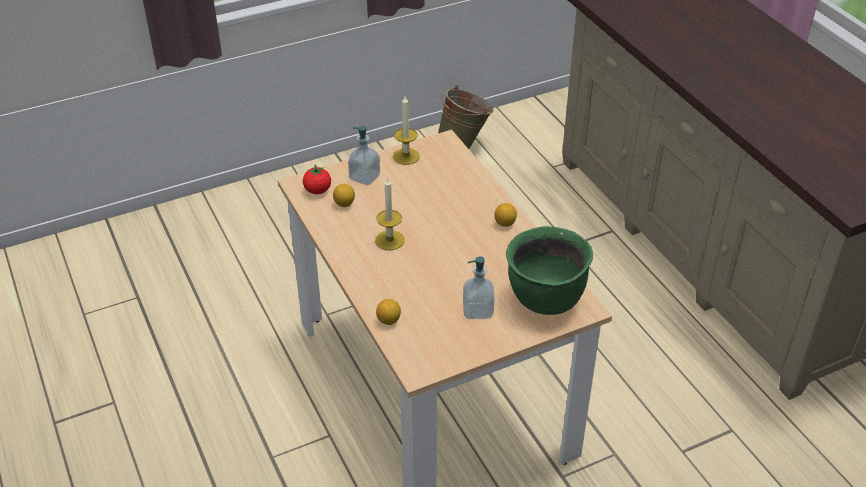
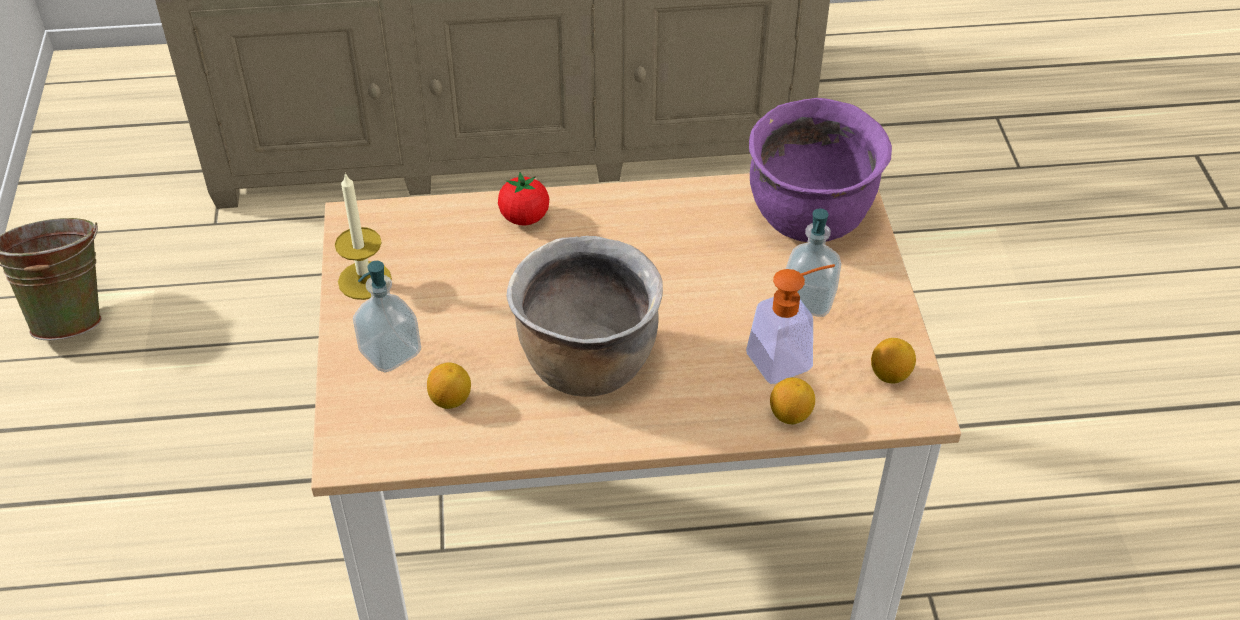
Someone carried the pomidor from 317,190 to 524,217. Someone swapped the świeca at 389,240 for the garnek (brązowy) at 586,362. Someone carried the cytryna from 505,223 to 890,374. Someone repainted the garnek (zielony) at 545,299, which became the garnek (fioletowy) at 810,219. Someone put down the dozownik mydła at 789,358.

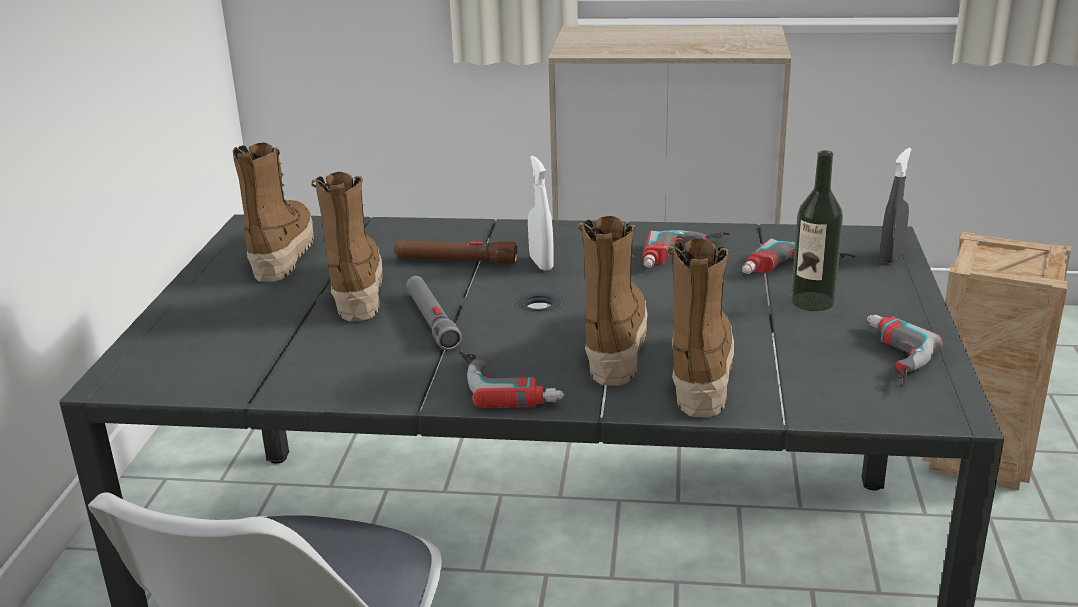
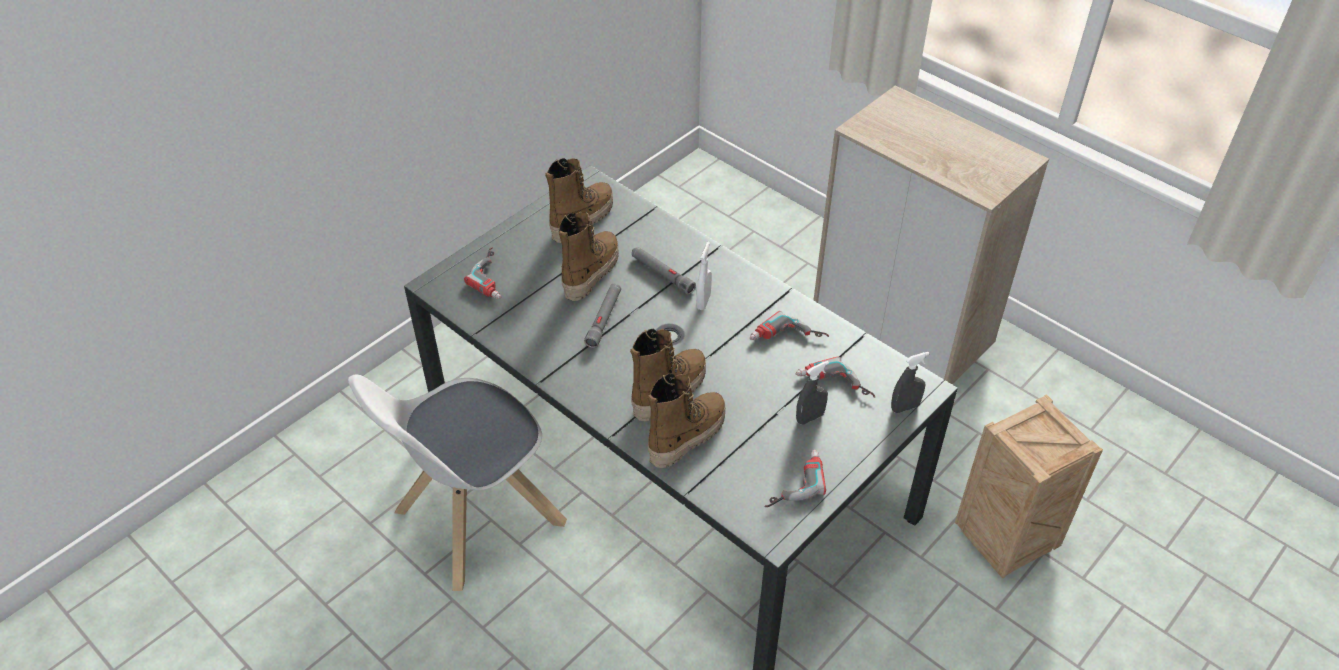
Someone swapped the butelka at 812,301 for the spryskiwacz (szary) at 810,417. Someone repainted the latarka (brązowy) at 455,261, which became the latarka (szary) at 662,274. Someone carried the wiertarka from 510,383 to 495,277.

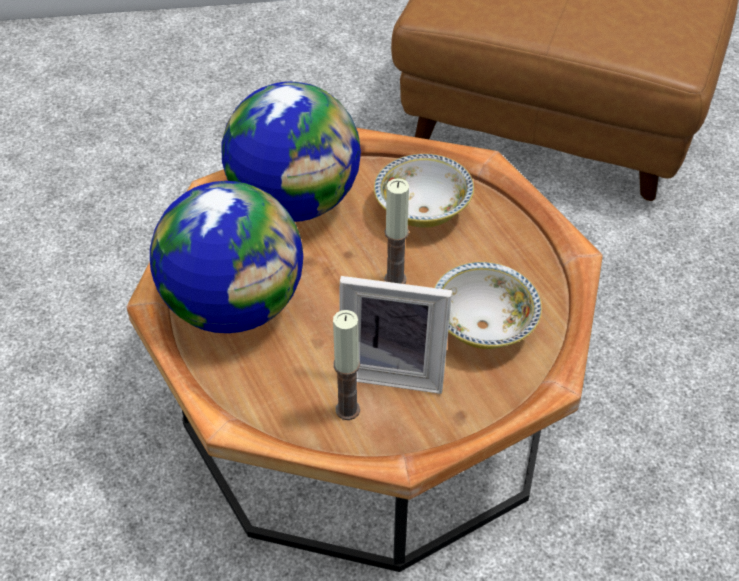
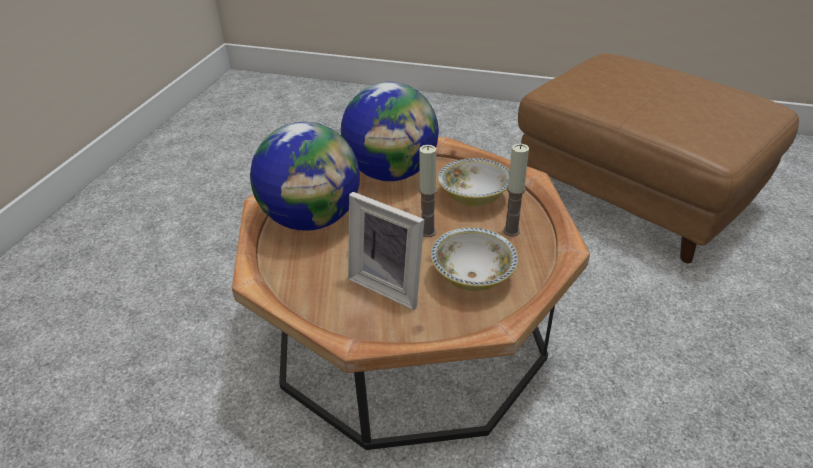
Someone carried the świeca from 347,409 to 511,231.

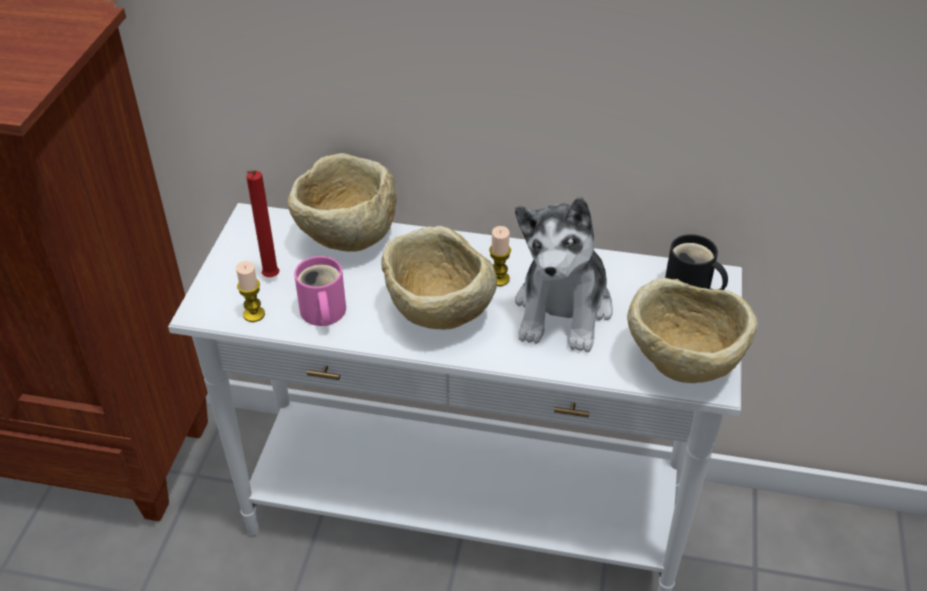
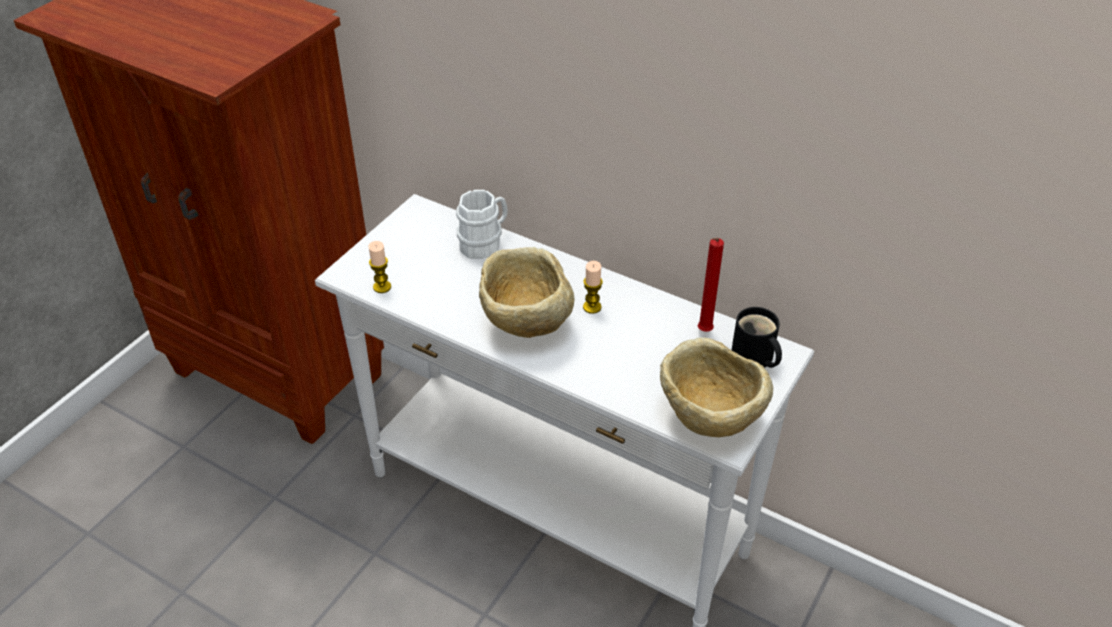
Someone swapped the miska (beżowy) at 347,238 for the kubek (biały) at 485,242. Someone carried the świeca (czerwony) from 270,279 to 703,332. Someone took away the pluszak at 563,309. Someone took away the kubek (różowy) at 322,313.

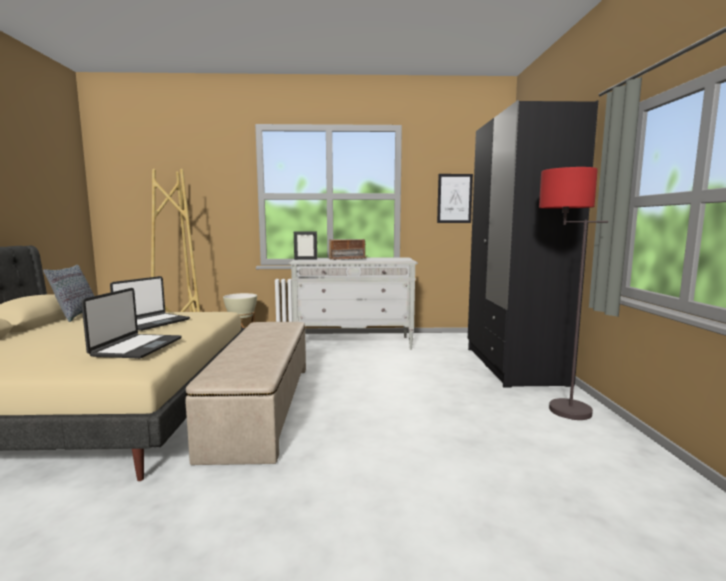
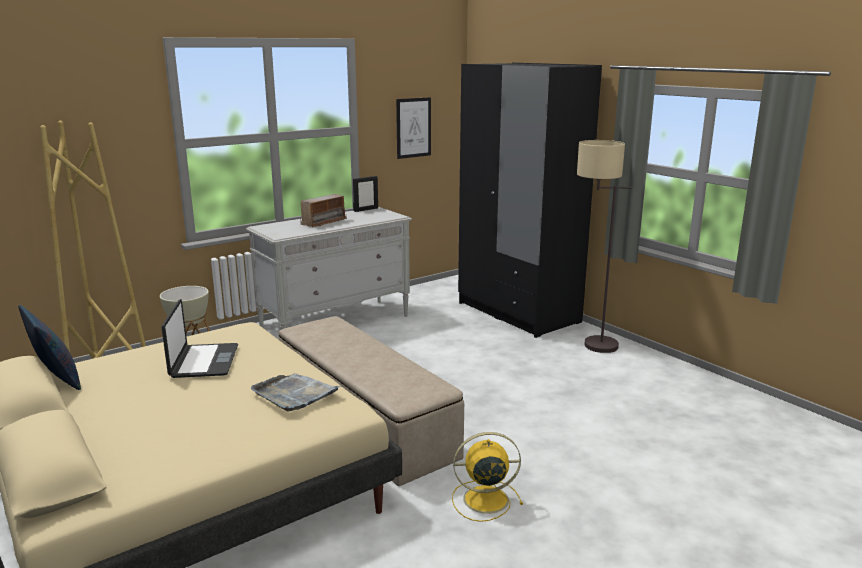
Someone repainted the lampa stojąca (czerwony) at 557,408, which became the lampa stojąca (beżowy) at 590,345. Someone carried the ramka na zdjęcie from 305,259 to 365,209. Someone repainted the poduszka (szary) at 77,316, which became the poduszka (niebieski) at 56,379. Someone swapped the laptop at 136,347 for the taca (szary) at 294,394. Someone put down the wentylator (żółty) at 483,499.

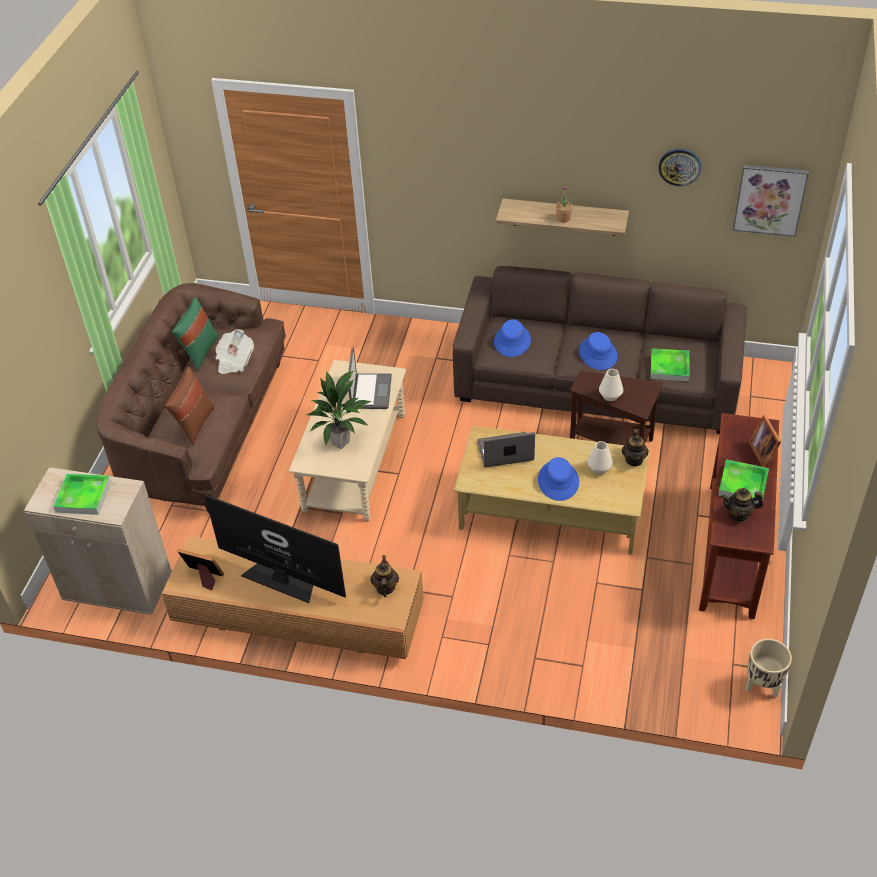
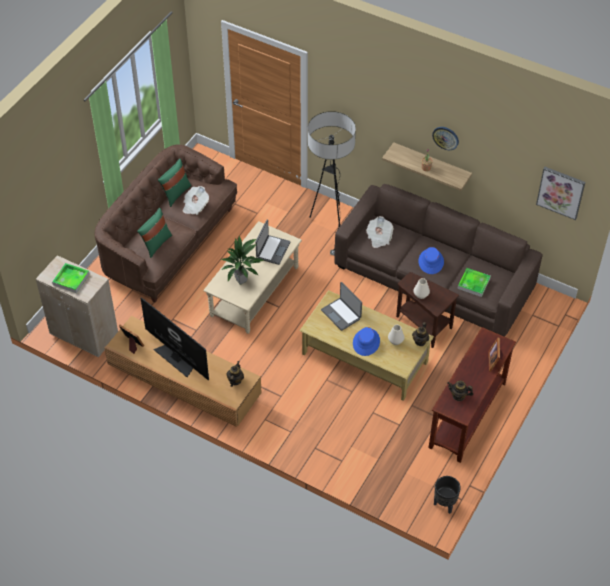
Someone carried the zegar ścienny from 679,166 to 445,137. Someone swapped the kapelusz (niebieski) at 512,341 for the gazeta at 379,237. Someone repainted the poduszka (brązowy) at 194,424, which became the poduszka (zielony) at 156,244. Someone rotated the laptop at 505,452 by 135 degrees counterclockwise. Someone took away the taca at 743,484. Someone repainted the donica (beżowy) at 762,687, which became the donica (czarny) at 444,505. Someone put down the lampa stojąca at 330,221.

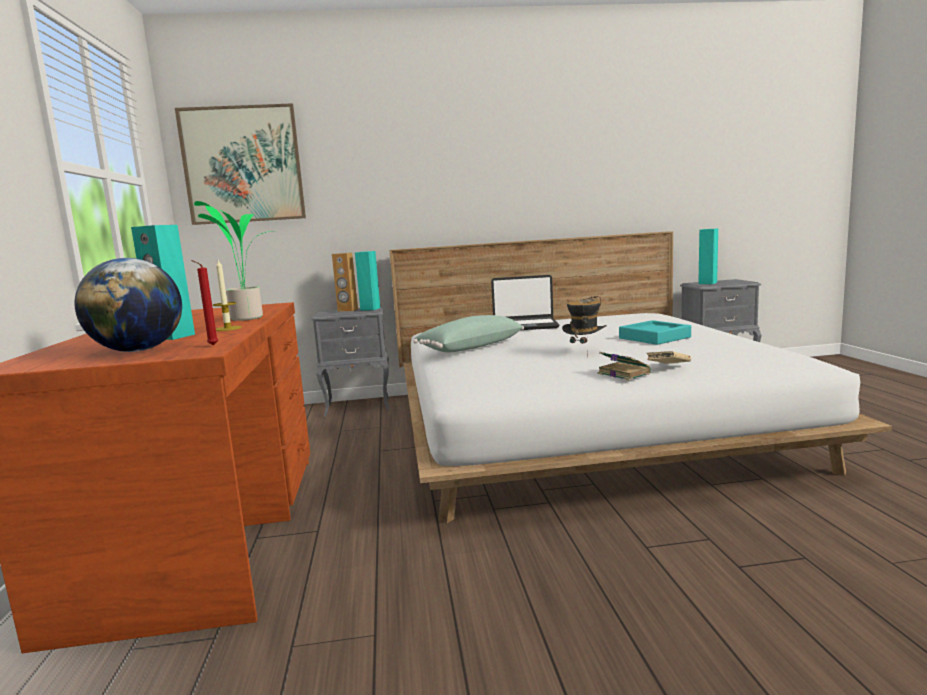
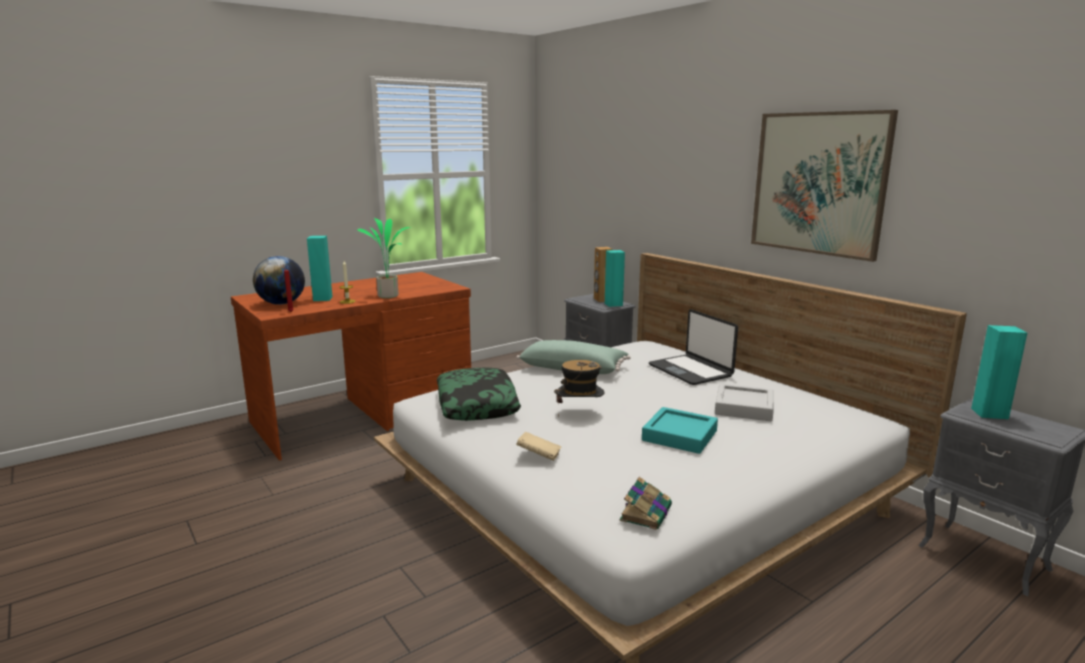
Someone carried the obraz from 243,165 to 818,183. Someone carried the książka from 622,373 to 646,513. Someone put down the poduszka at 477,404. Someone put down the taca (szary) at 744,408.

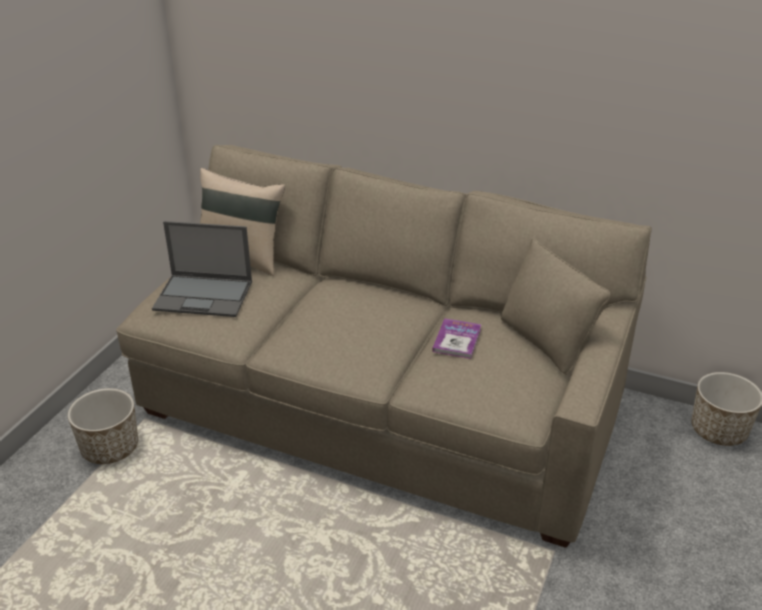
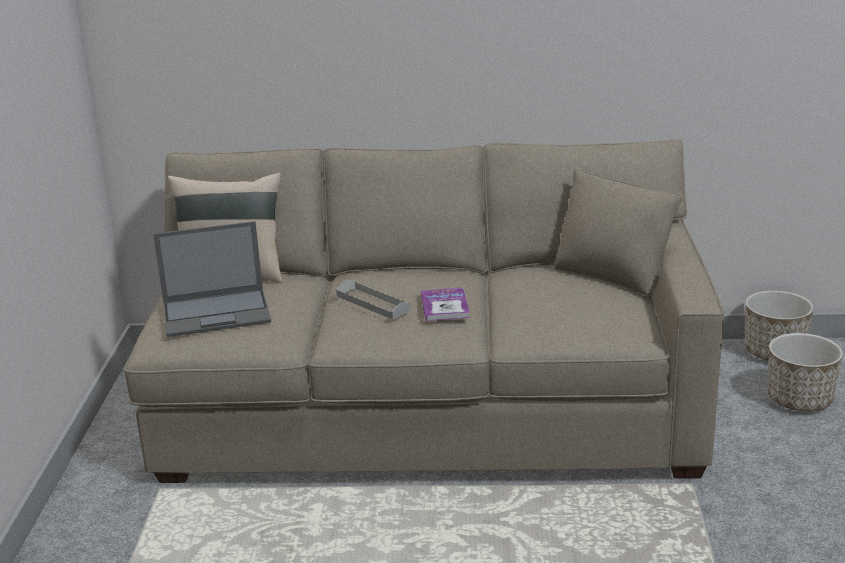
Someone carried the książka from 457,340 to 444,306. Someone carried the donica from 110,448 to 799,400. Someone put down the taca (szary) at 373,303.

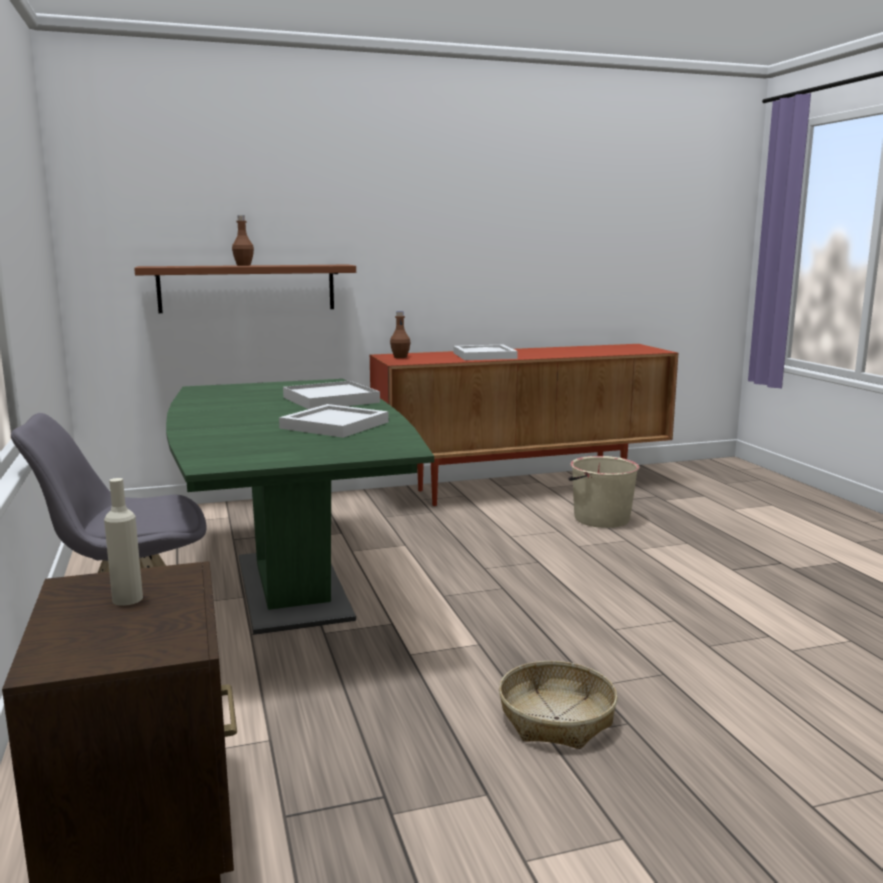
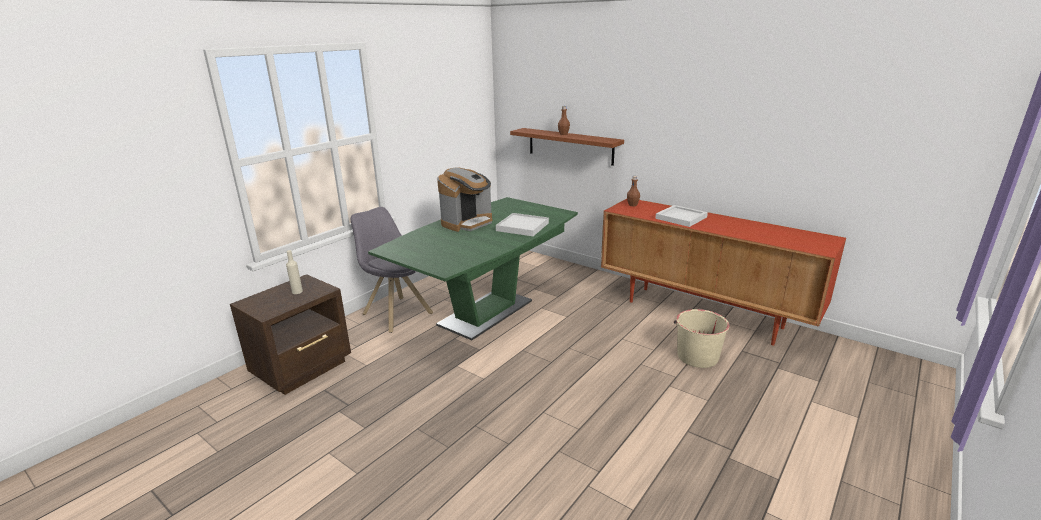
Someone took away the taca (biały) at 335,425. Someone took away the koszyk at 556,719. Someone put down the ekspres do kawy at 467,223.

